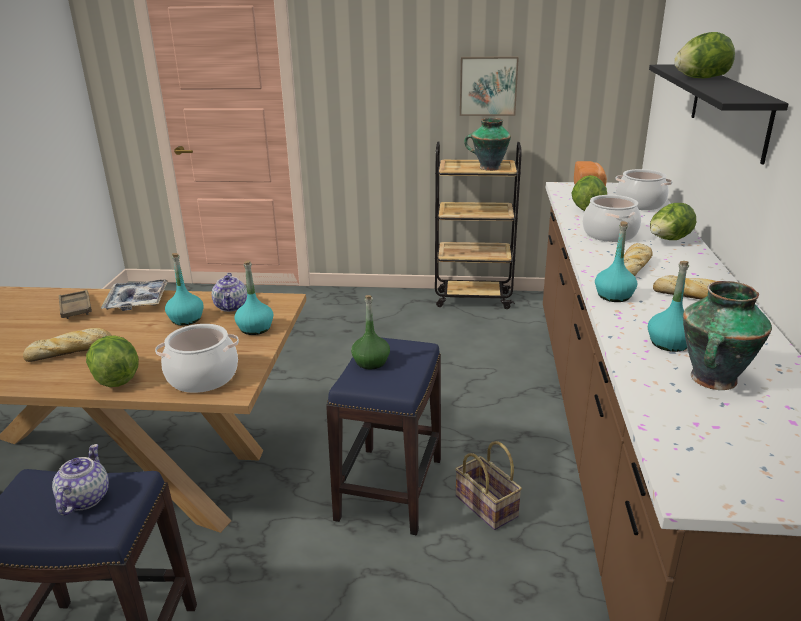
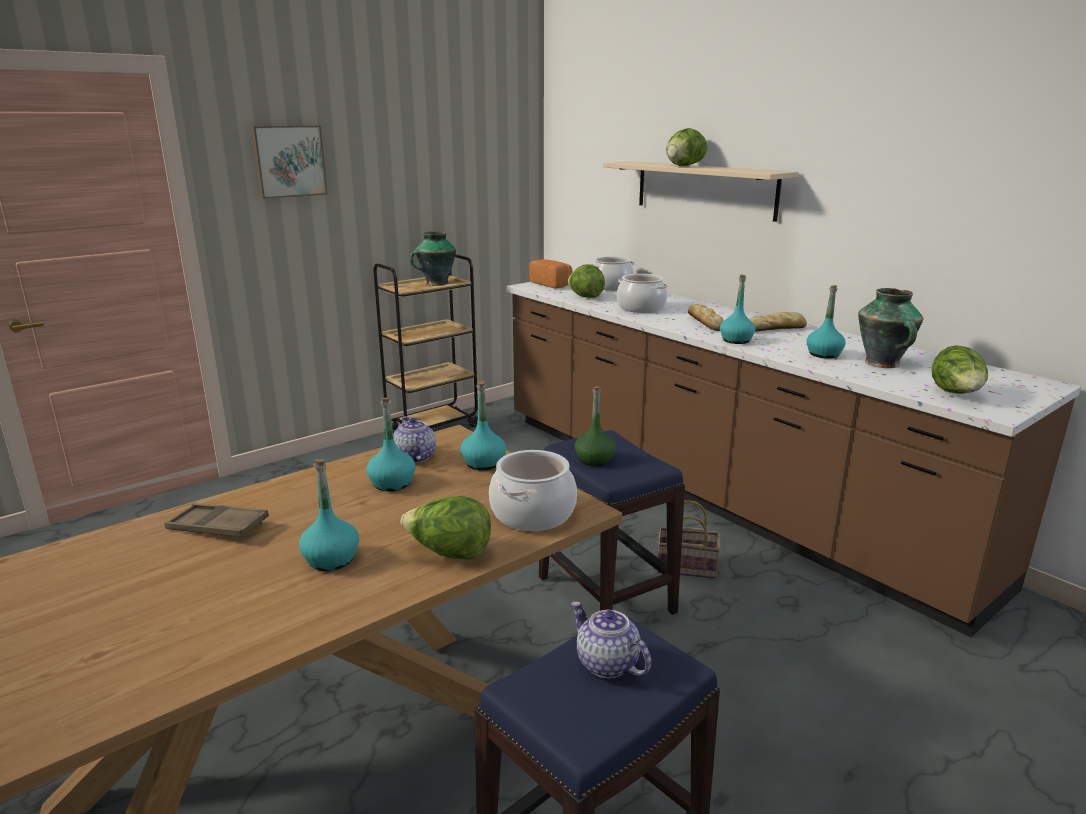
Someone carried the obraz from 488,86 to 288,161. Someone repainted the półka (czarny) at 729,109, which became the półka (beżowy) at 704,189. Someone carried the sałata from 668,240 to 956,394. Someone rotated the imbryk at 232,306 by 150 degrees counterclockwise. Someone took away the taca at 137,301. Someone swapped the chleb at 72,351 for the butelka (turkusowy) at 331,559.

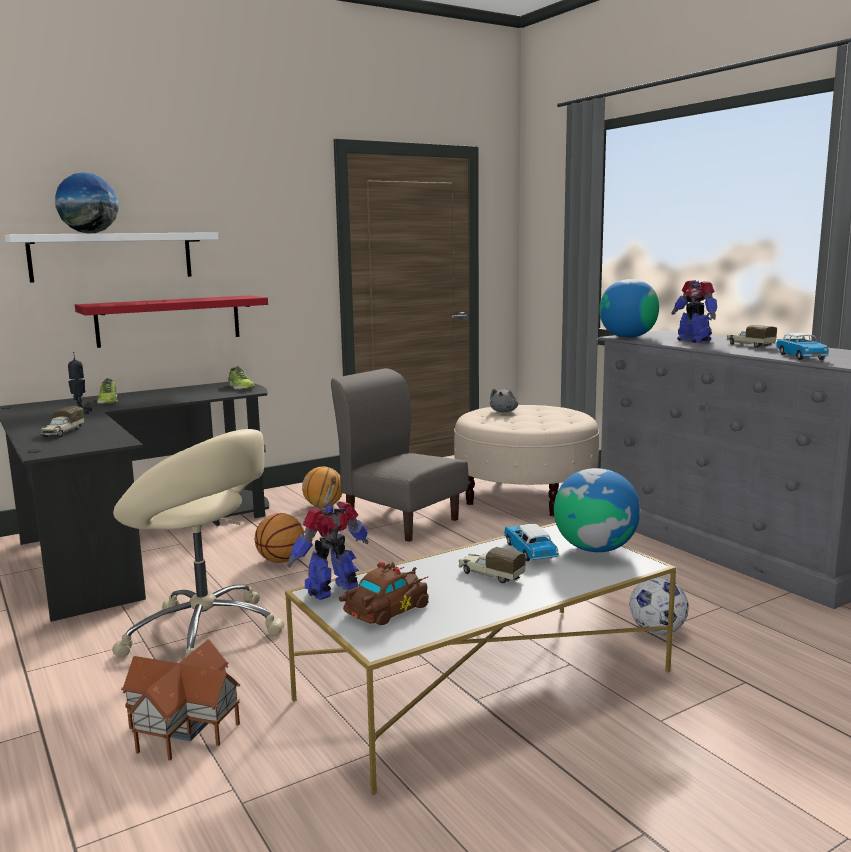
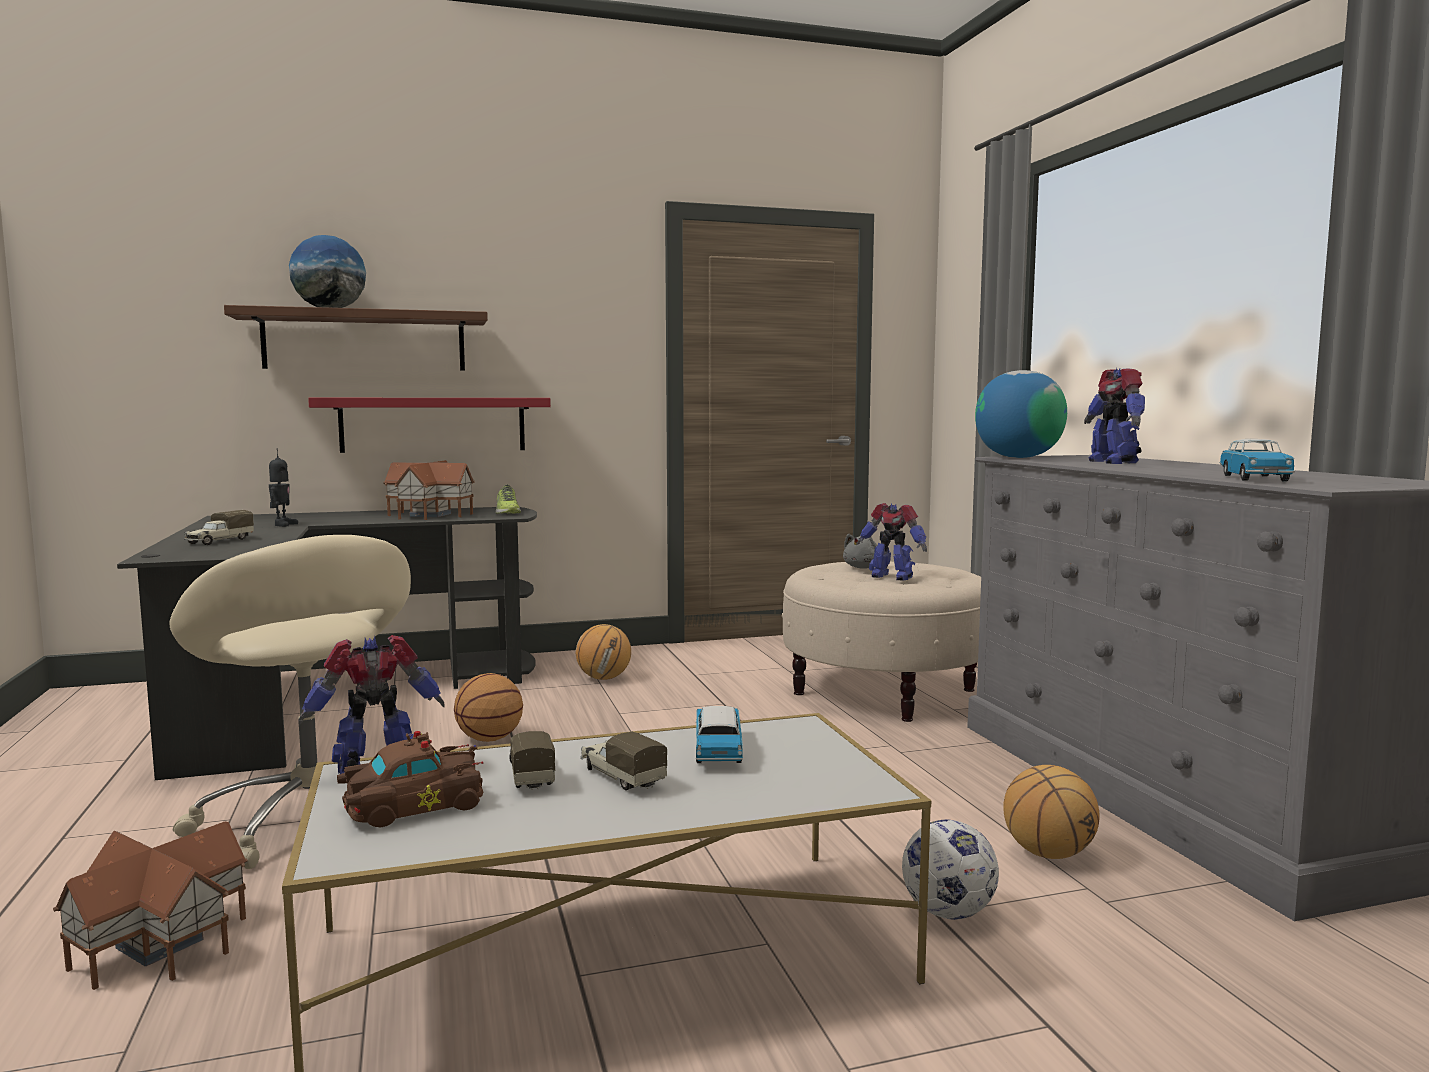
Someone repainted the półka (biały) at 112,256, which became the półka (brązowy) at 365,341. Someone carried the ciężarówka zabawkowa from 749,345 to 531,774. Someone took away the krzesło (szary) at 401,520. Someone took away the but at 108,401. Someone took away the globus at 595,548. Someone put down the domek at 431,515. Someone put down the robot zabawkowy at 891,577. Someone put down the piłka do koszykówki at 1048,854.

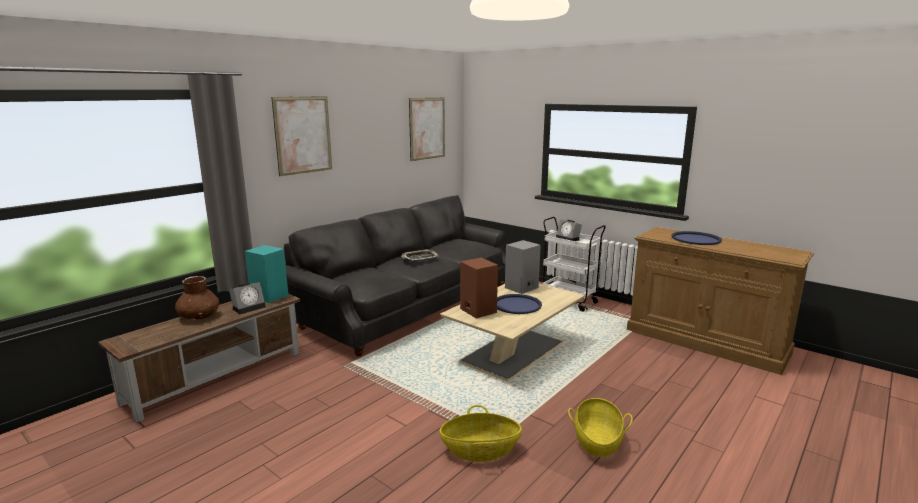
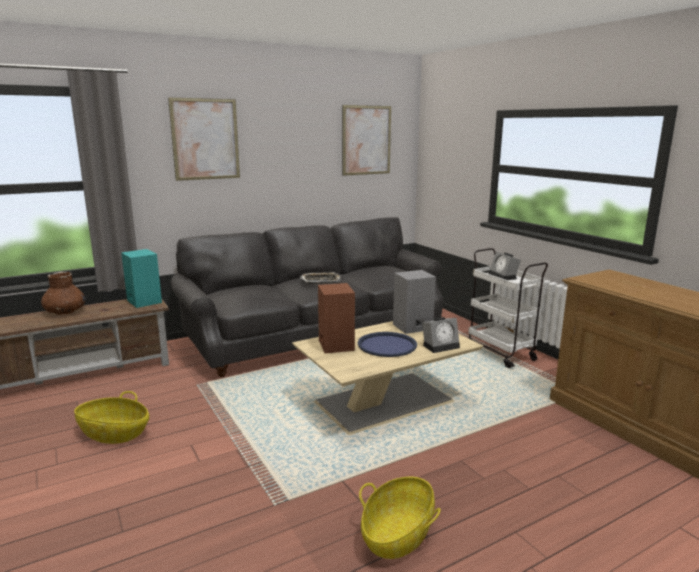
Someone took away the taca (niebieski) at 696,239. Someone carried the budzik from 249,307 to 441,346. Someone carried the koszyk from 480,450 to 114,433.

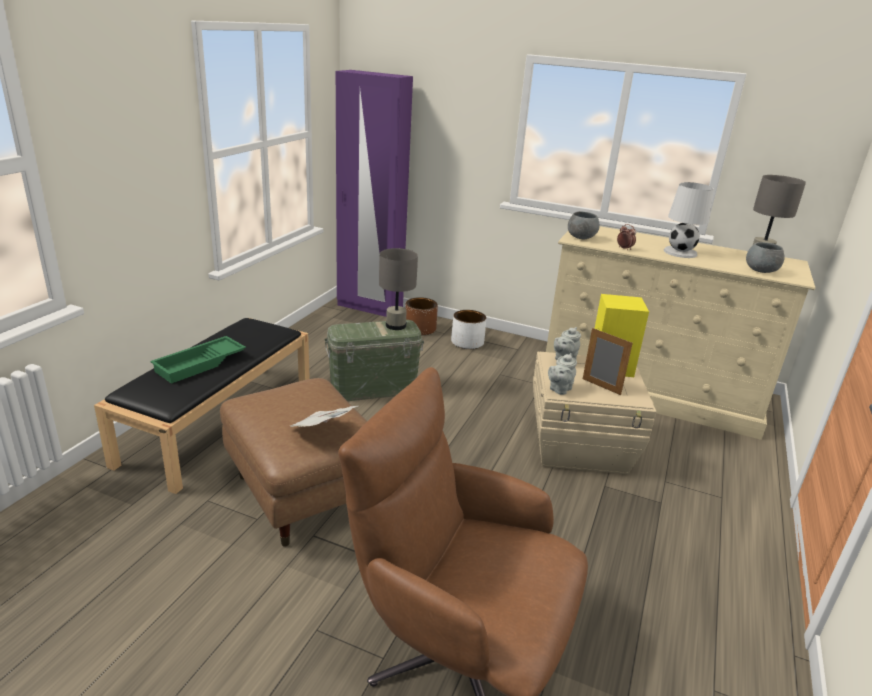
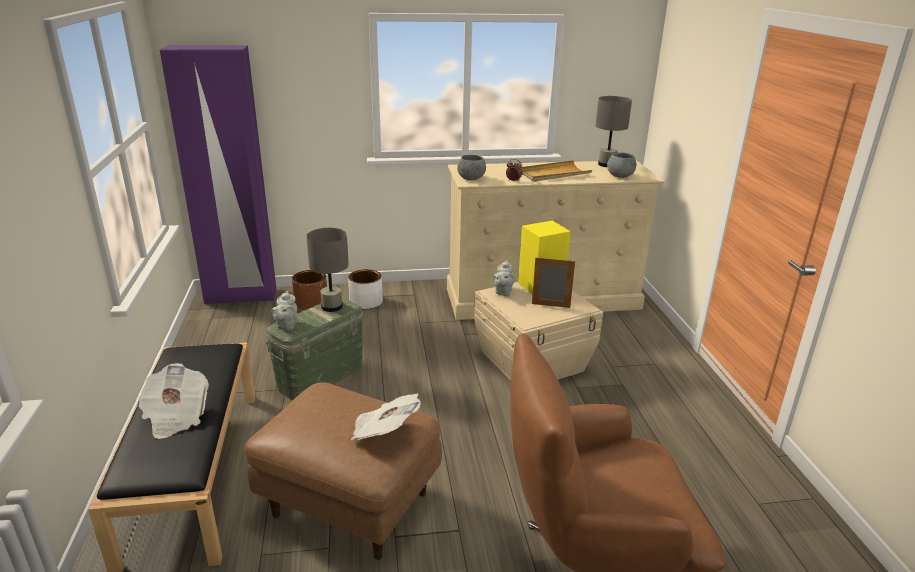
Someone swapped the lampa stołowa (biały) at 680,252 for the taca (beżowy) at 553,174. Someone swapped the taca (zielony) at 200,364 for the gazeta at 176,416. Someone carried the imbryk (szary) from 559,389 to 286,326.

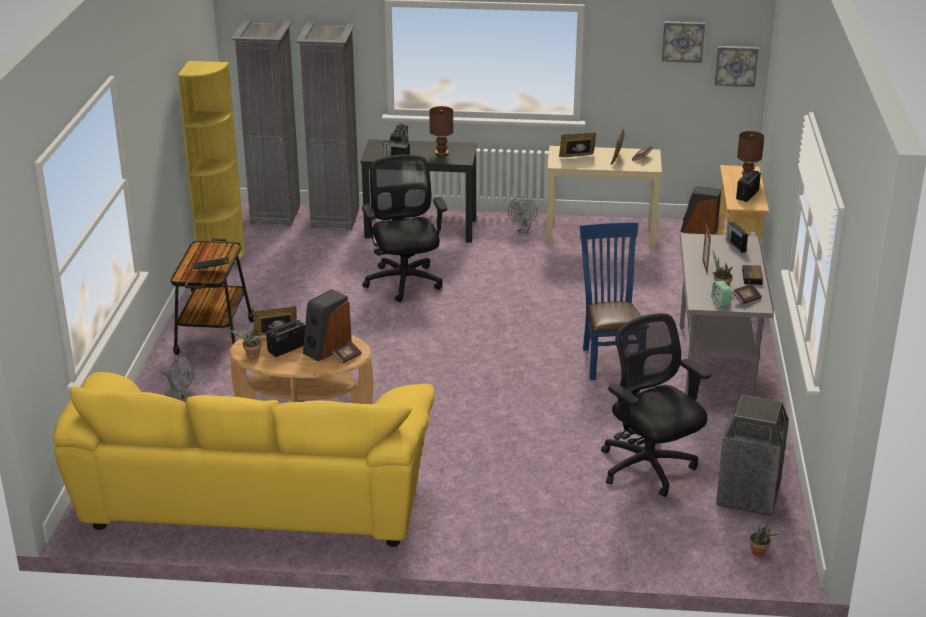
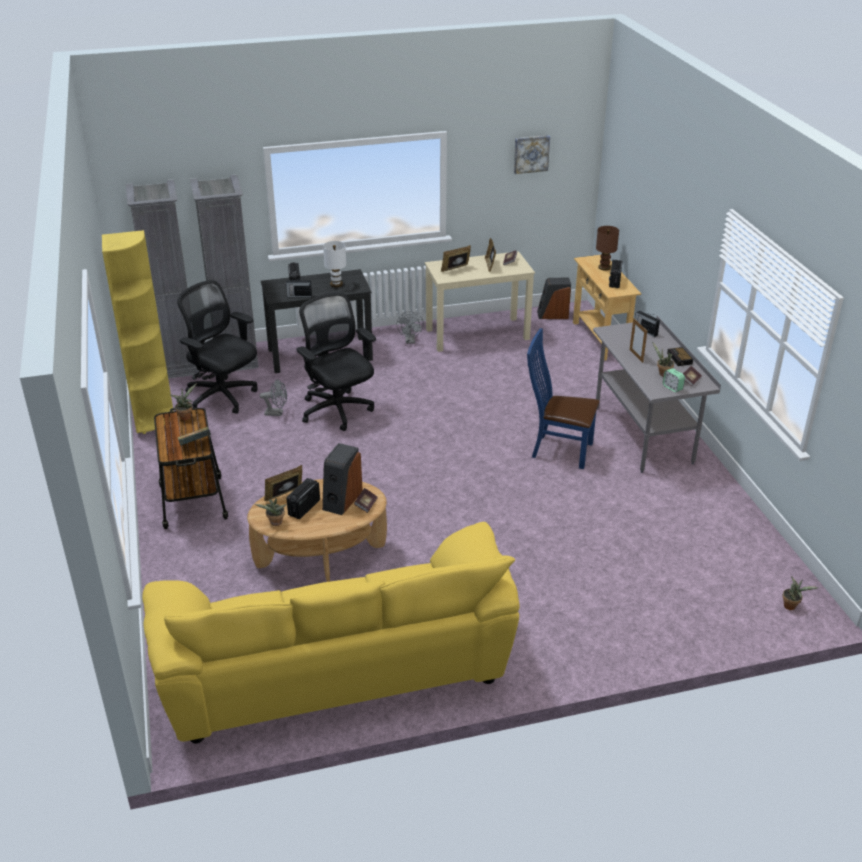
Someone took away the obraz at 736,65. Someone repainted the lampa stołowa (brązowy) at 442,153, which became the lampa stołowa (biały) at 336,284. Someone rotated the krzesło (niebieski) at 609,360 by 45 degrees counterclockwise. Someone carried the krzesło biurowe (czarny) from 651,470 to 225,397. Someone carried the wentylator (szary) from 181,396 to 277,413. Someone took away the kosz na śmieci at 748,495. Someone put down the roślina doniczkowa at 185,416.

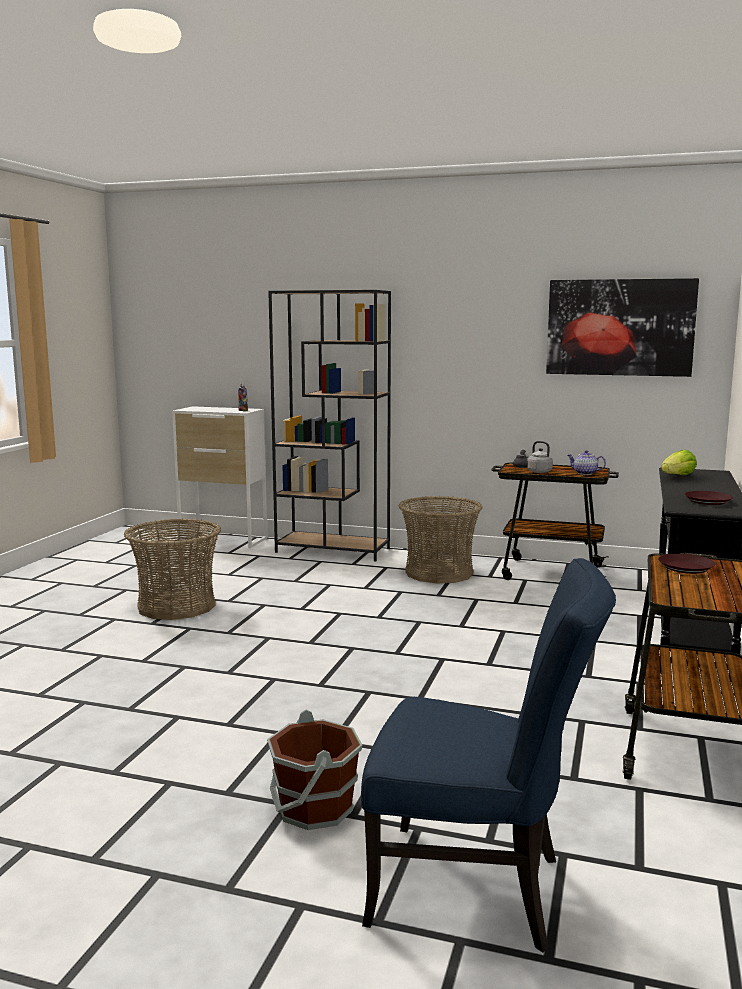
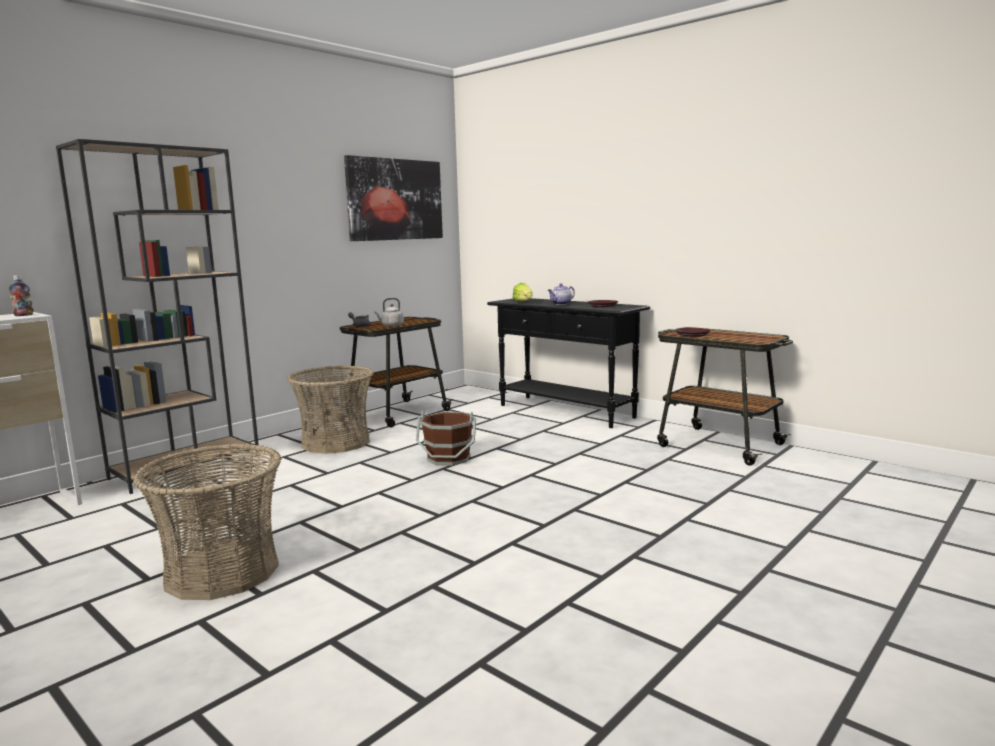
Someone carried the imbryk from 585,473 to 561,304. Someone took away the krzesło (niebieski) at 479,889. Someone carried the wiadro (brązowy) from 313,808 to 448,458.

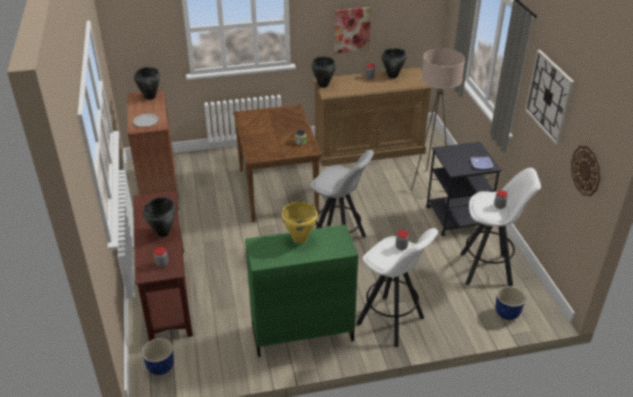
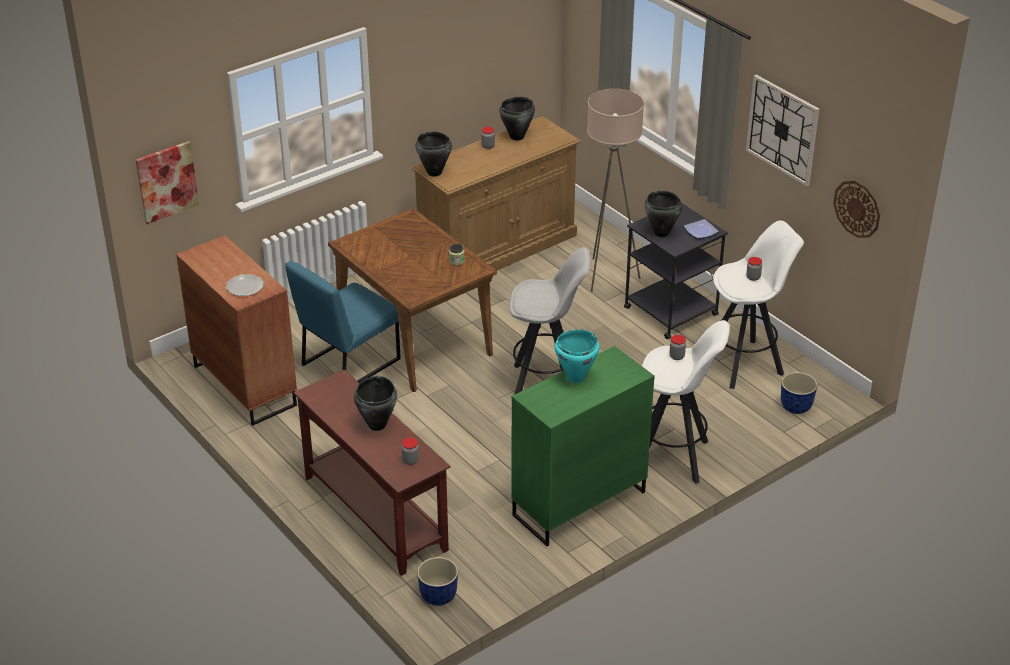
Someone carried the obraz from 351,30 to 167,181. Someone carried the garnek (czarny) from 150,97 to 661,233. Someone repainted the garnek (żółty) at 299,239, which became the garnek (turkusowy) at 575,377. Someone put down the krzesło (niebieski) at 348,363.

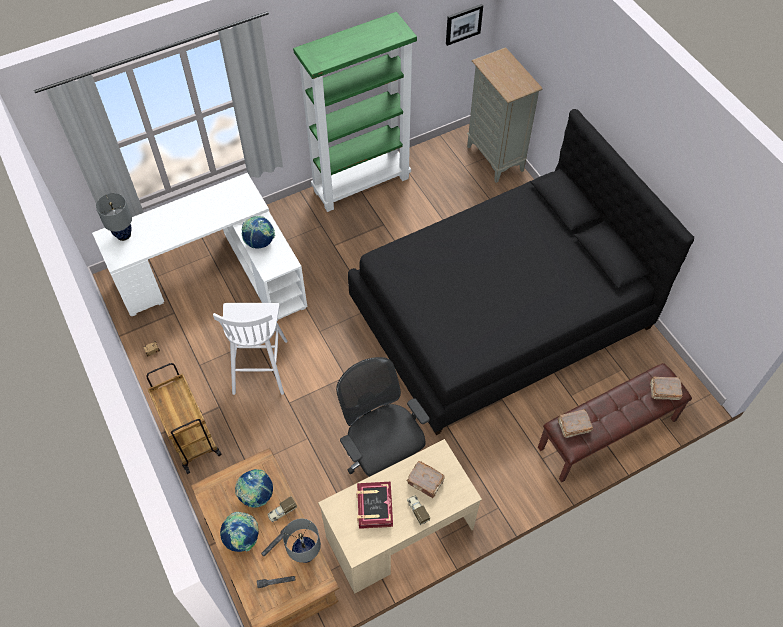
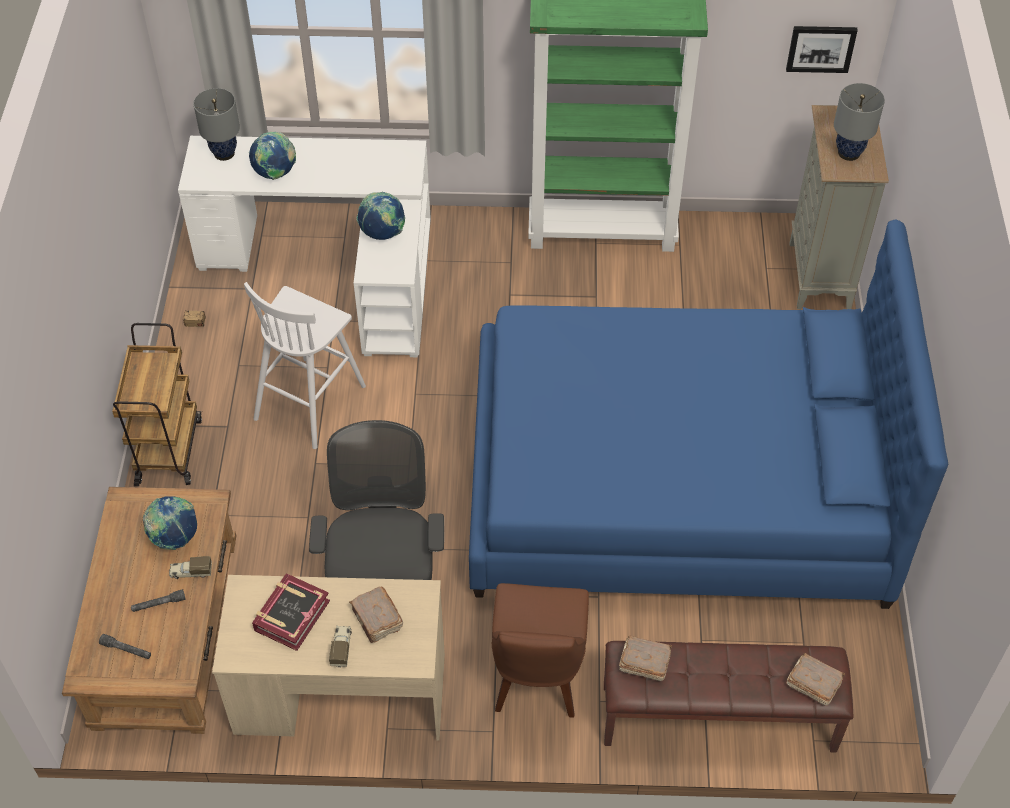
Someone repainted the łóżko (czarny) at 500,313, which became the łóżko (niebieski) at 677,484. Someone carried the globus from 242,538 to 275,173. Someone carried the lampa stołowa (szary) from 305,554 to 848,153. Someone put down the krzesło (brązowy) at 537,676.

